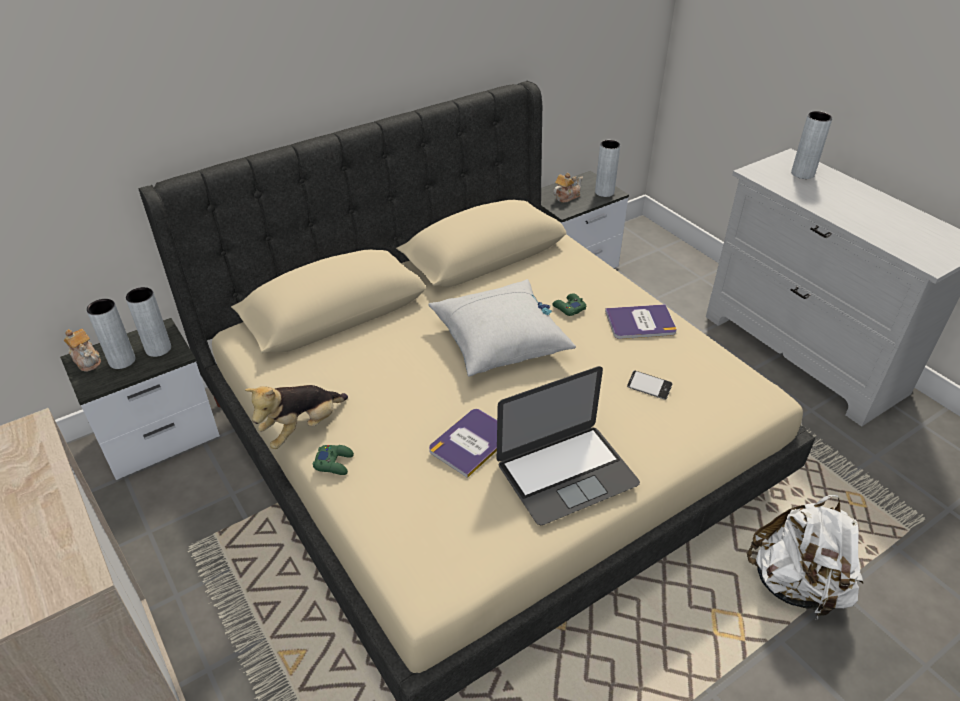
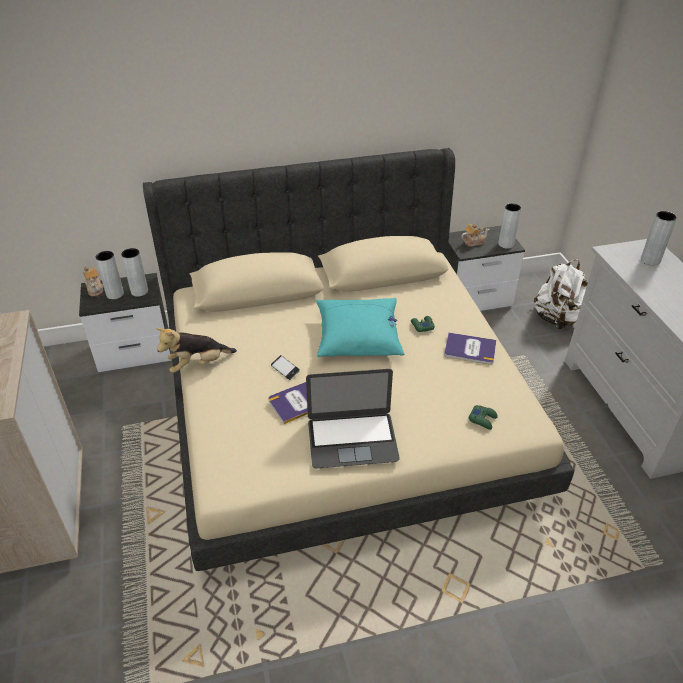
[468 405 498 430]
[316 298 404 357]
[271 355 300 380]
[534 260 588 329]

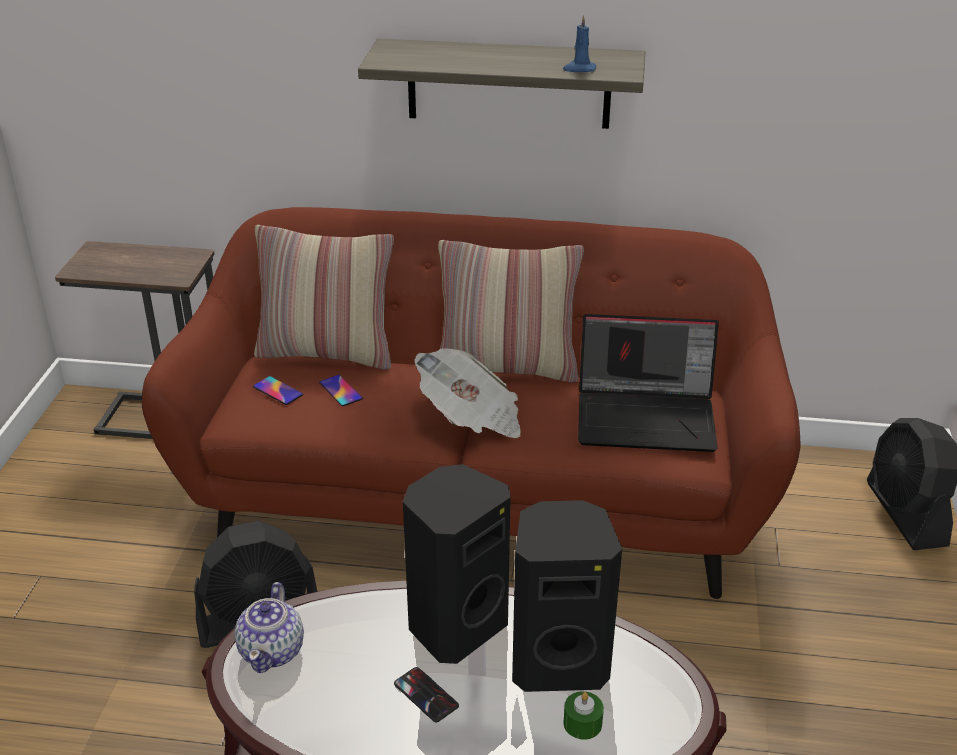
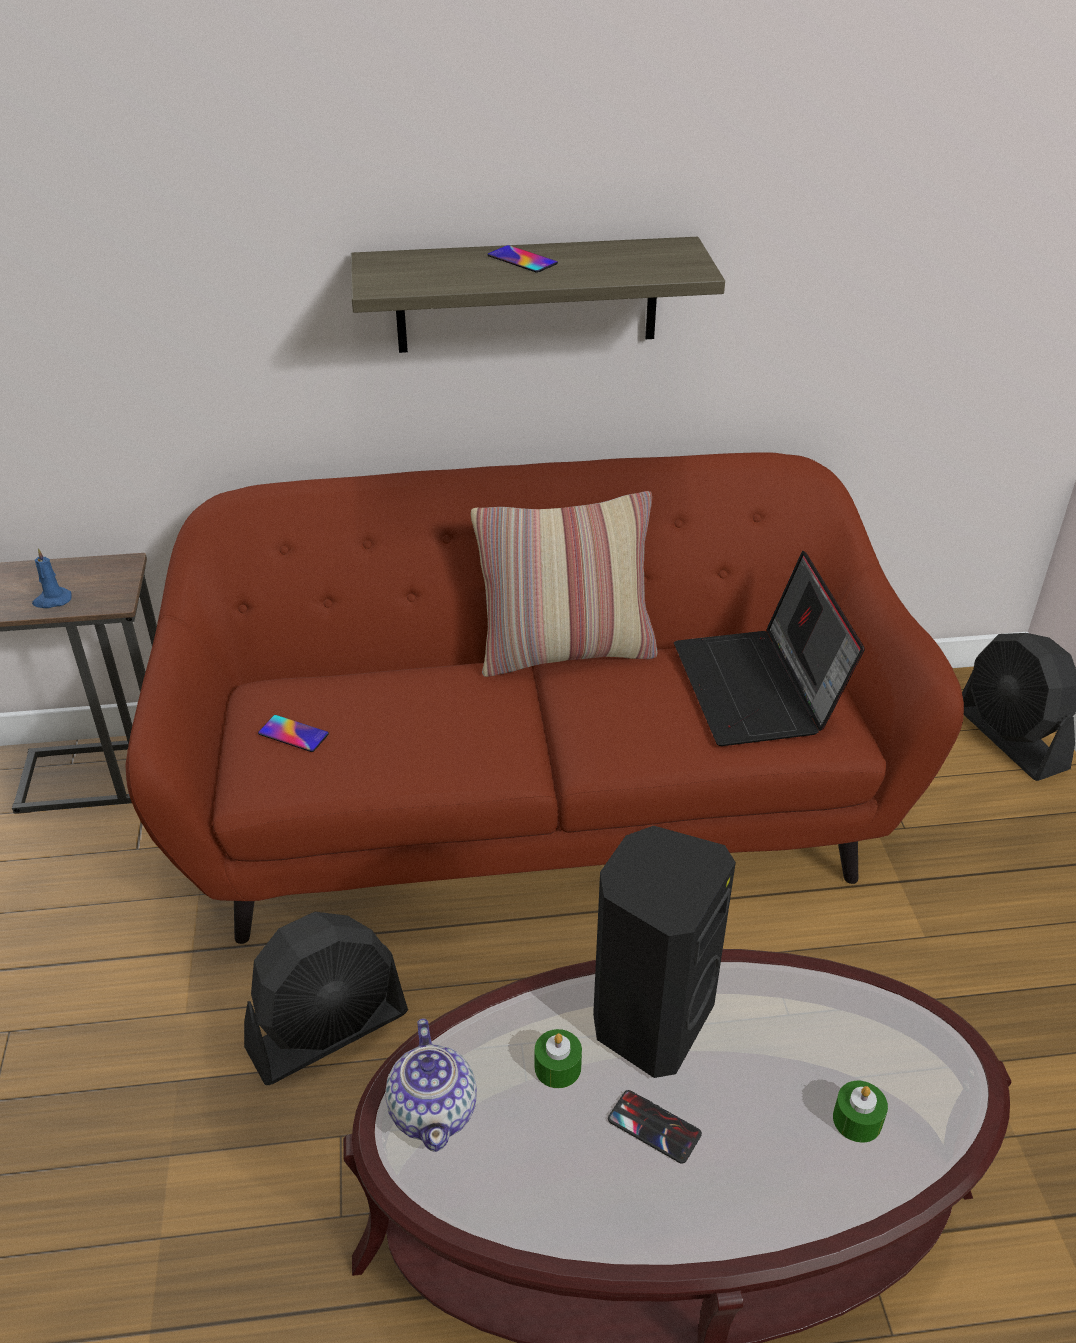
[254 225 394 370] (first image)
[487 245 558 273]
[414 348 521 438] (first image)
[512 500 622 692] (first image)
[32 548 72 608]
[674 551 865 746]
[535 1029 582 1088]

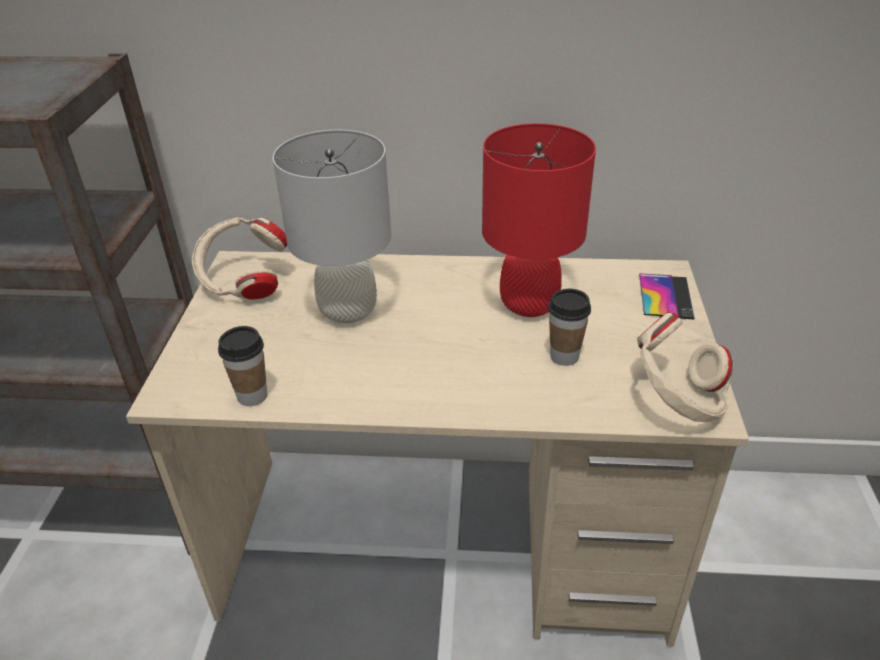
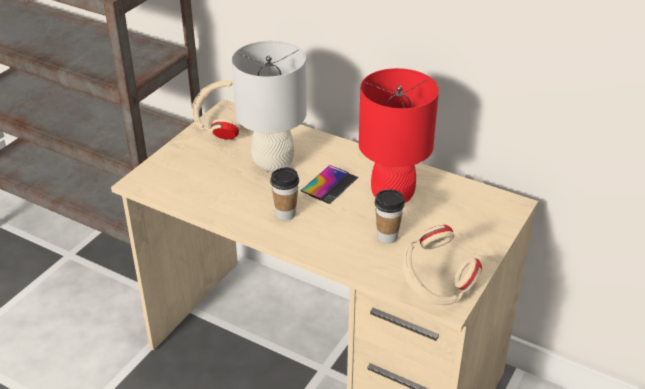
[270 167 299 220]
[301 165 358 204]

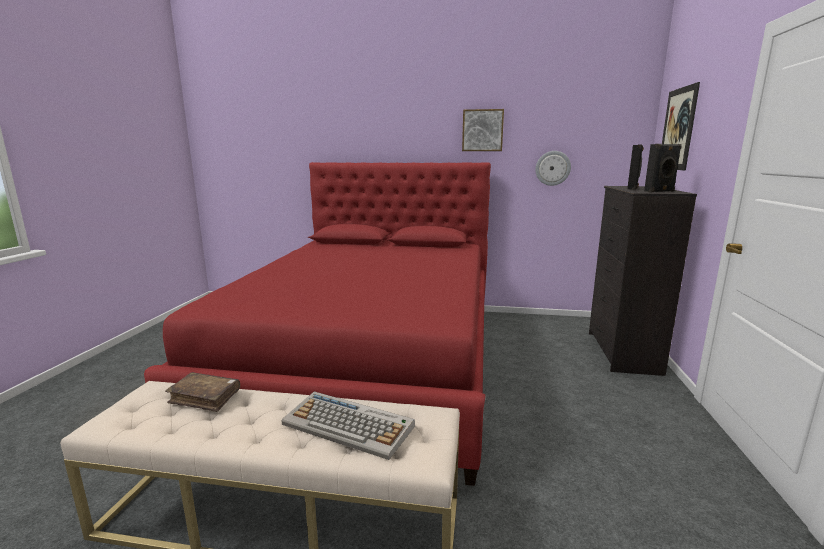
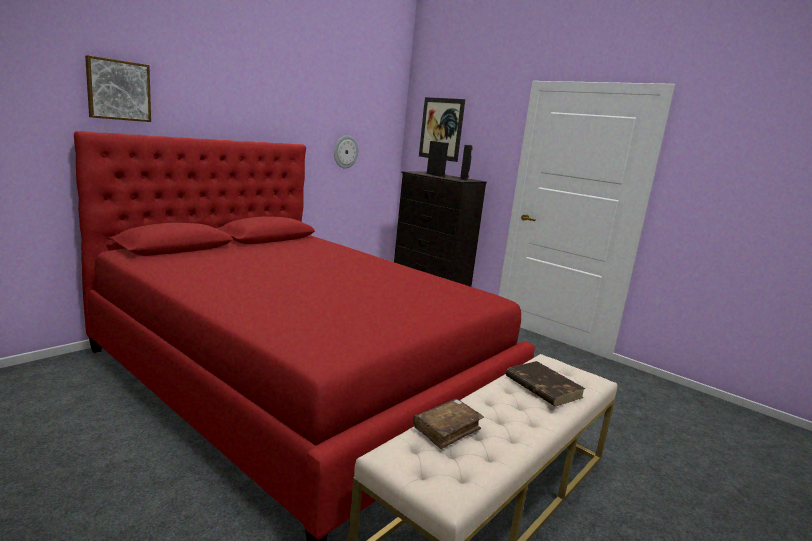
[506 361 586 406]
[85 55 151 122]

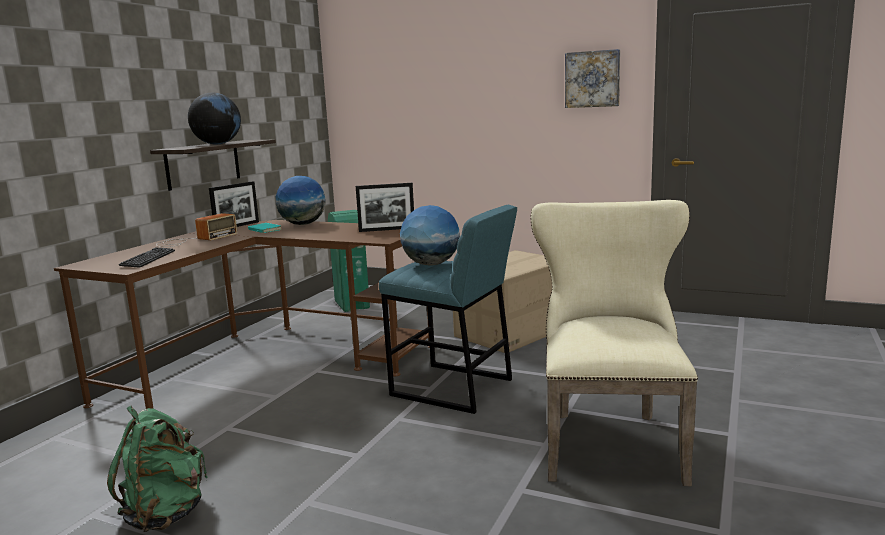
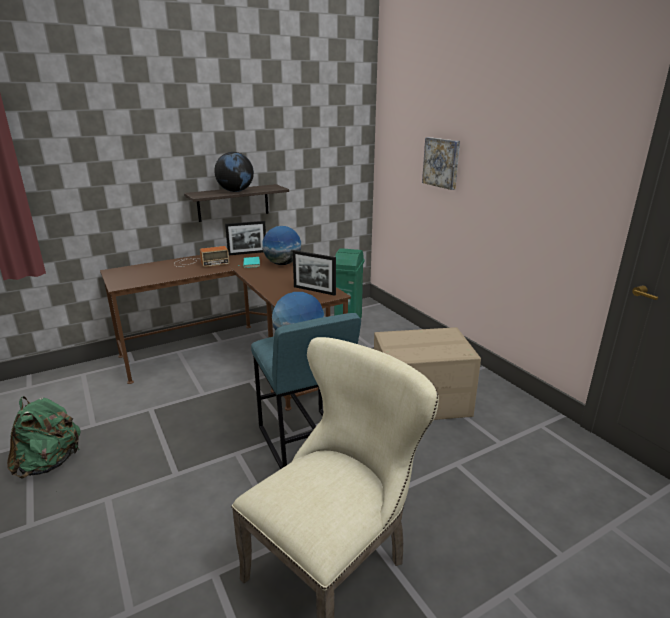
[119 247 175 268] (first image)
[422 137 460 190]

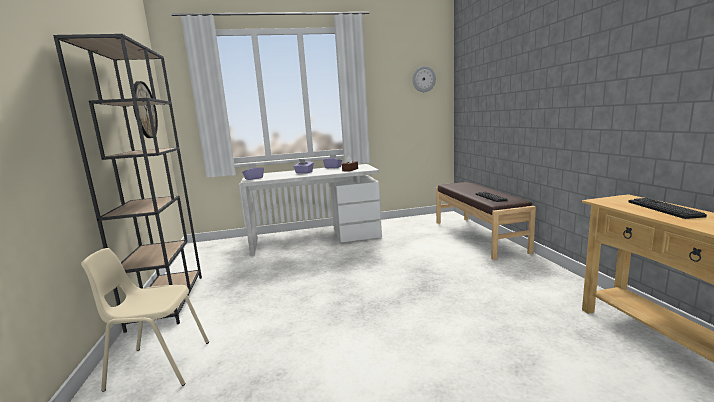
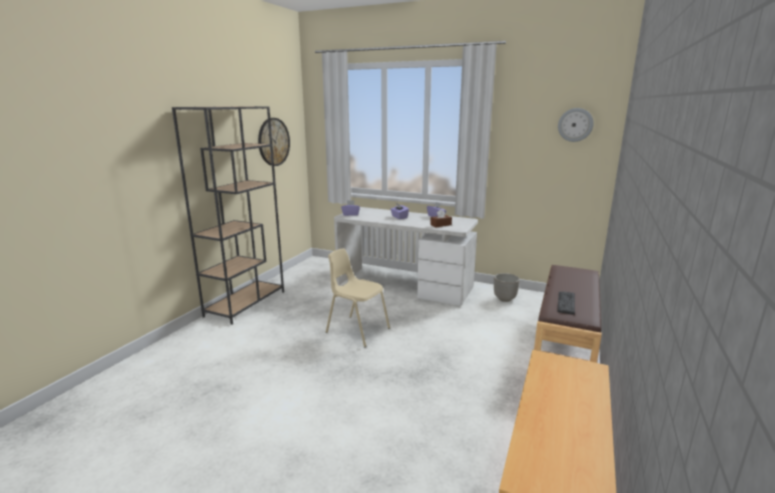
[326 248 390 347]
[628 198 707 219] (first image)
[494 273 520 302]

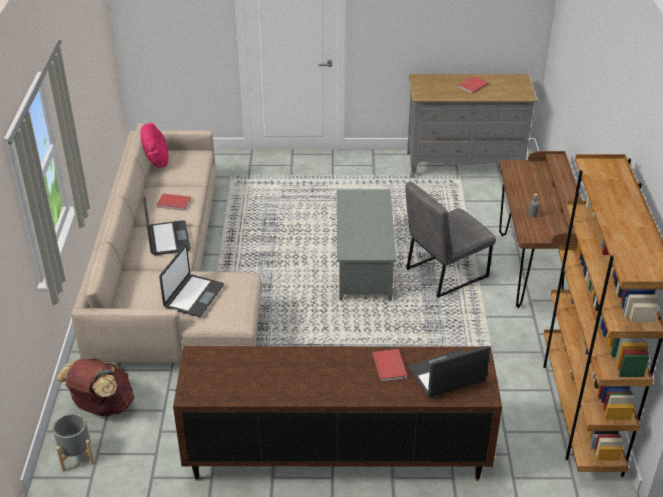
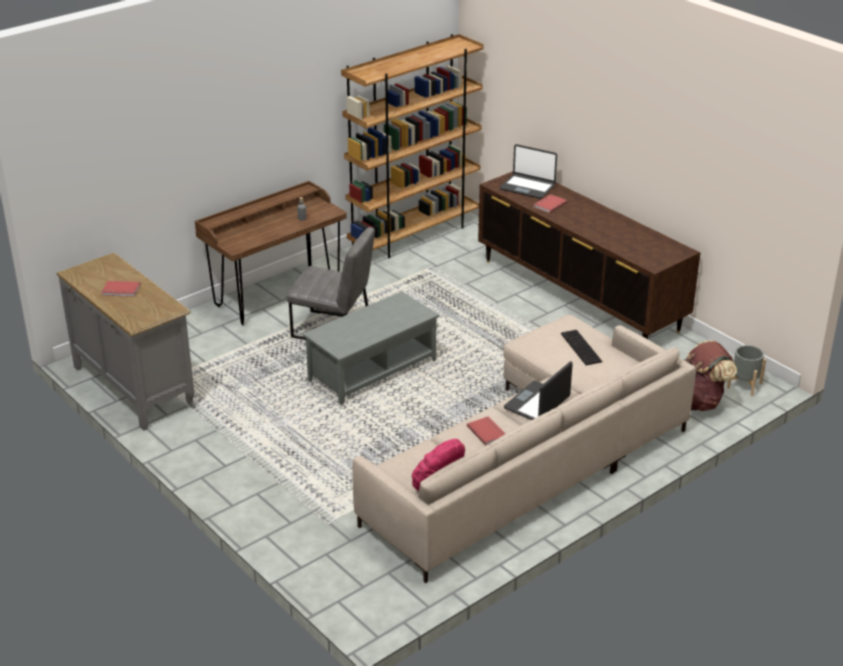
[561 330 603 365]

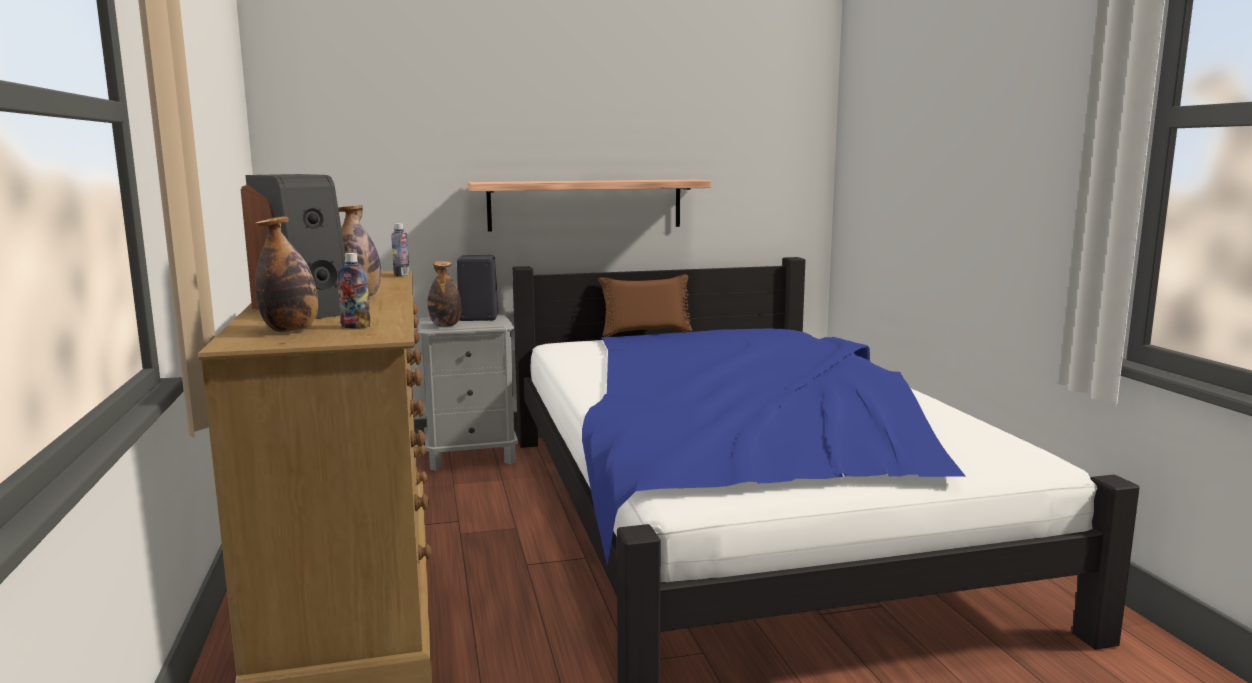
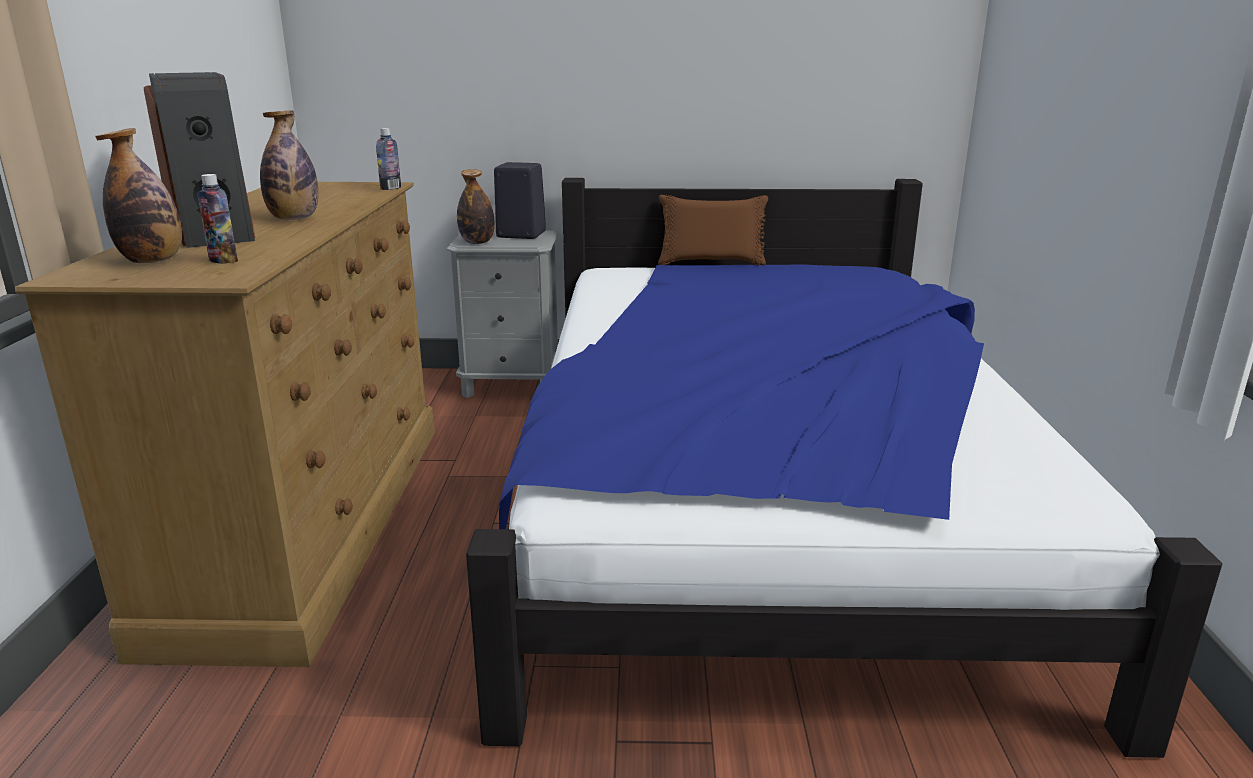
[467 179 711 231] (first image)

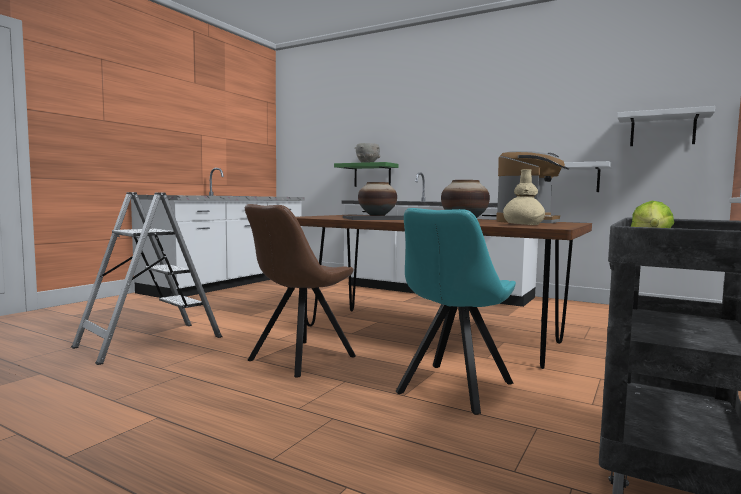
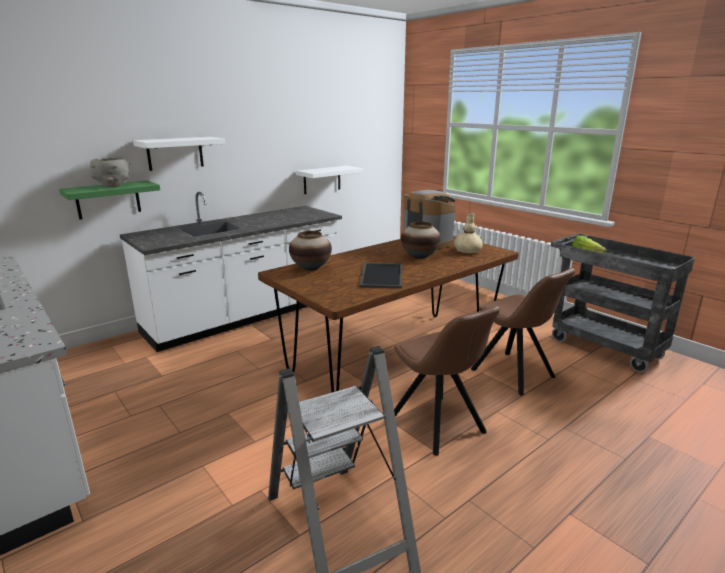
[471 268 575 396]
[133 137 225 171]

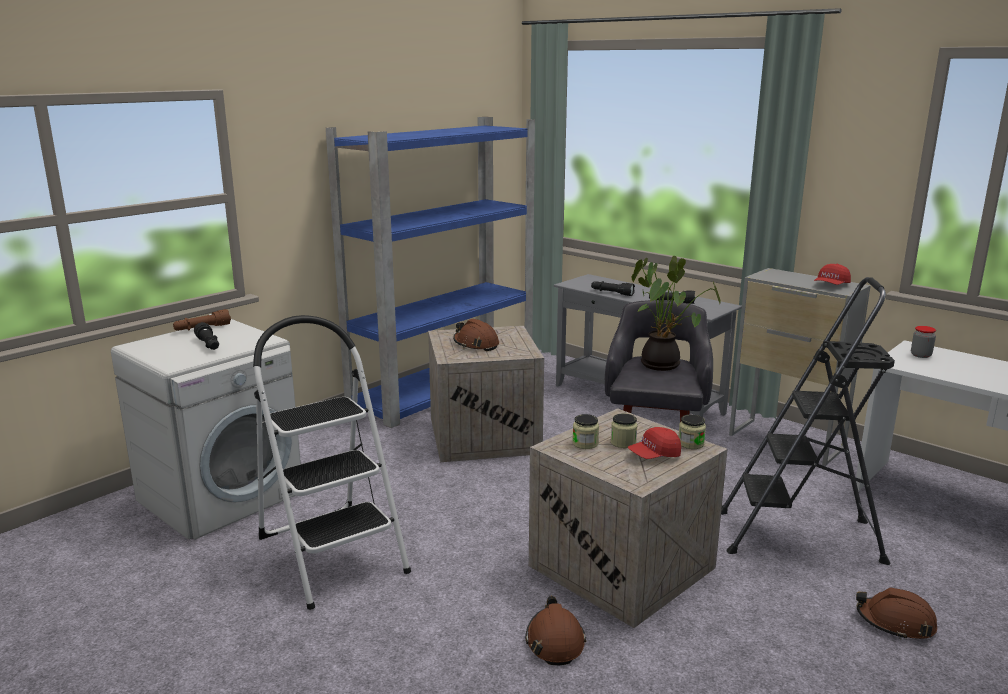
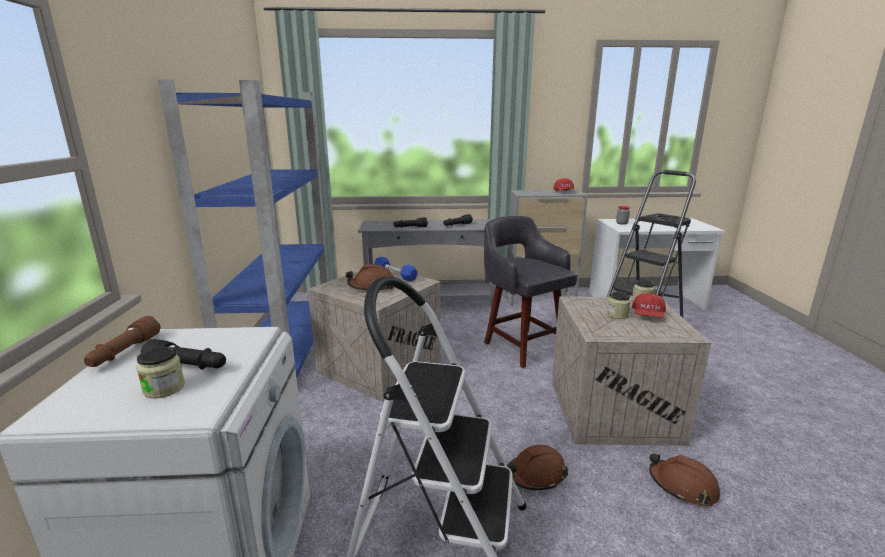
[137 346 185 398]
[632 256 721 371] (first image)
[507 445 568 490]
[374 257 418 282]

